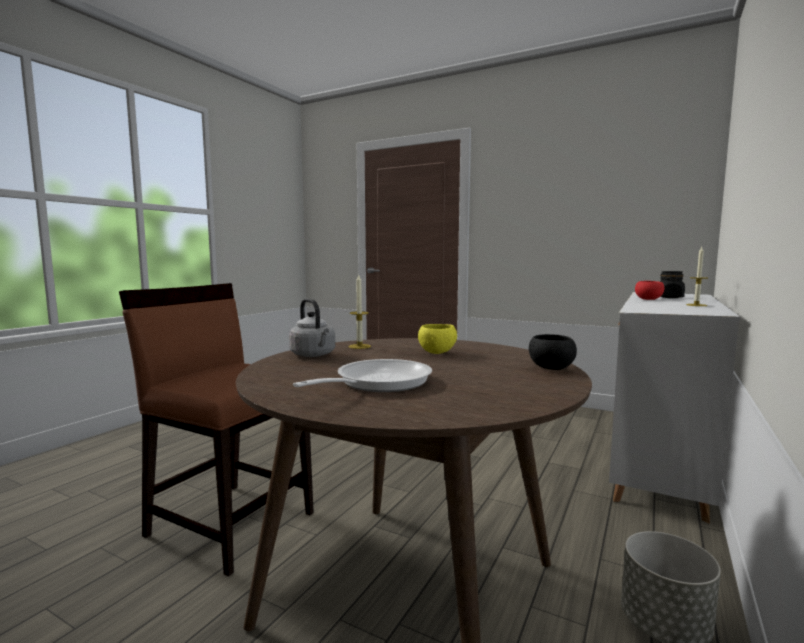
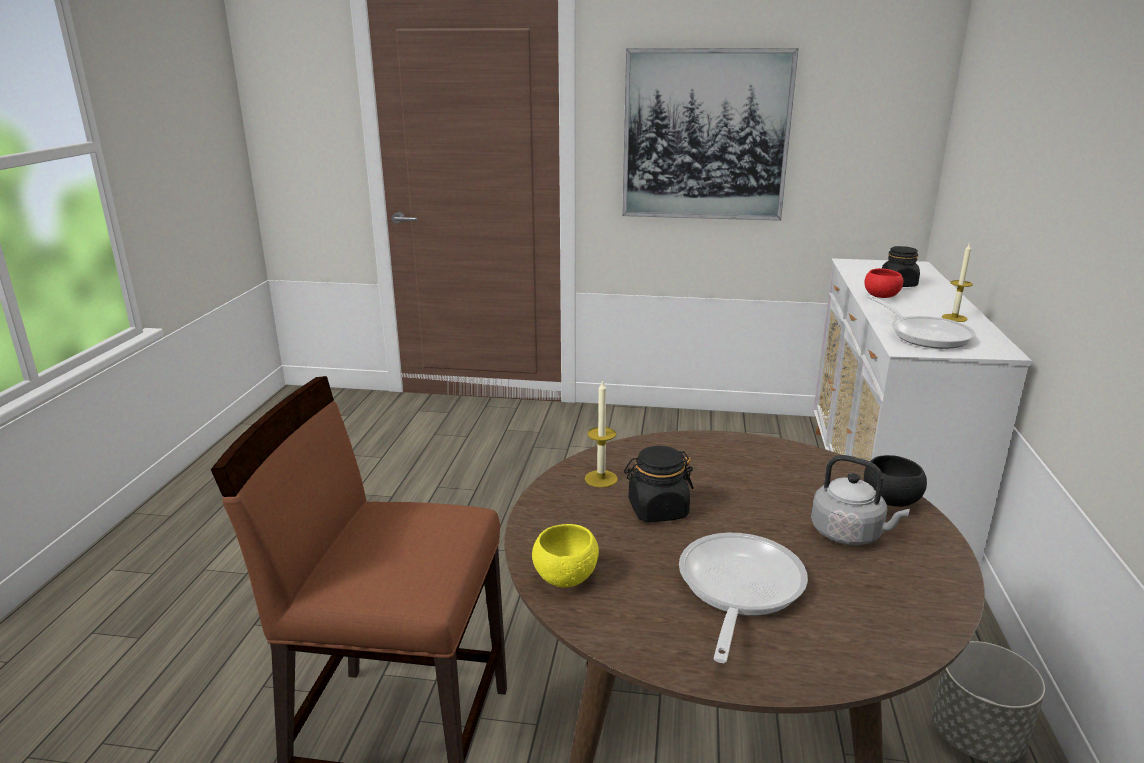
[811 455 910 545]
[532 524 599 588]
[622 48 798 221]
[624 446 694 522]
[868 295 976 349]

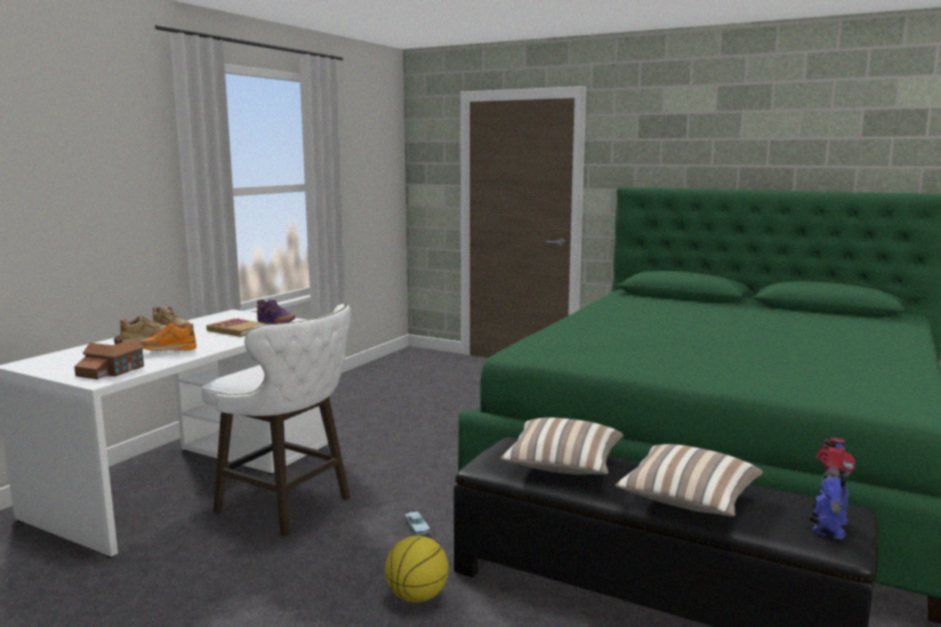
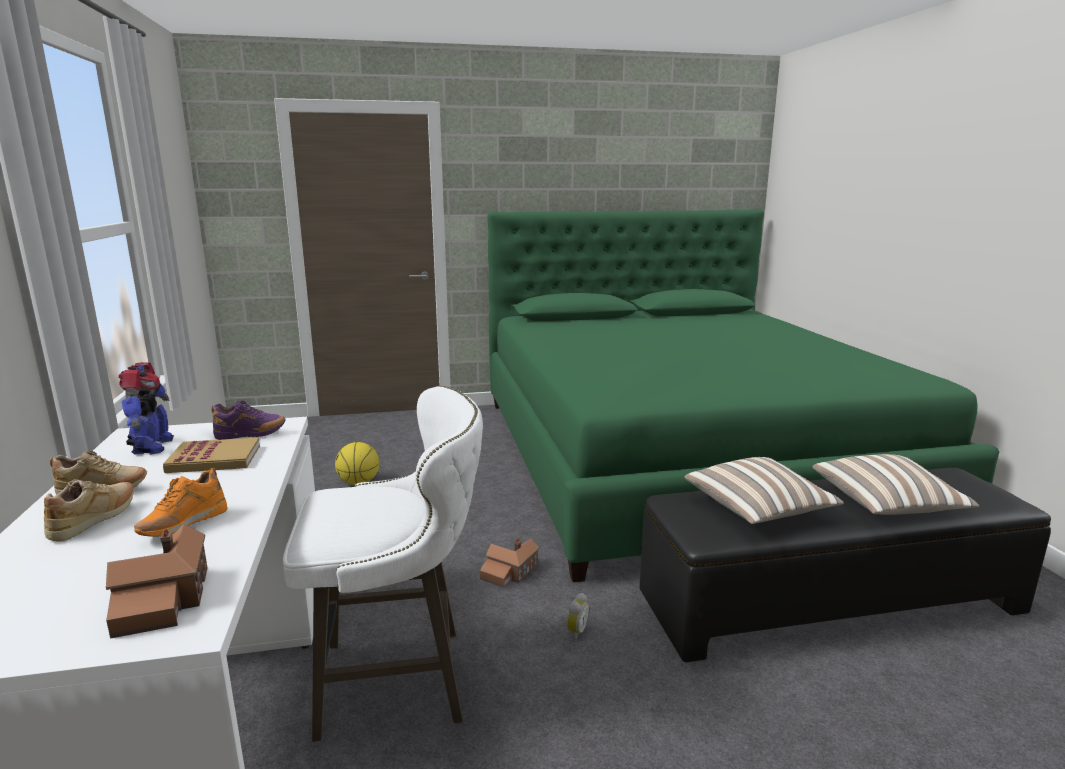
[335 442 379 485]
[566 593 590 641]
[118 362 174 455]
[480 538 539 588]

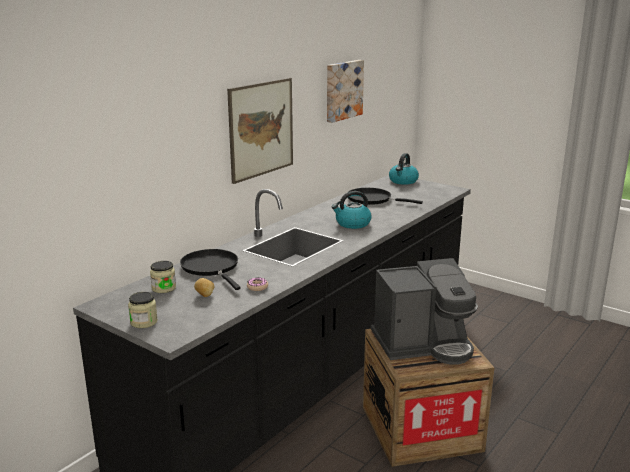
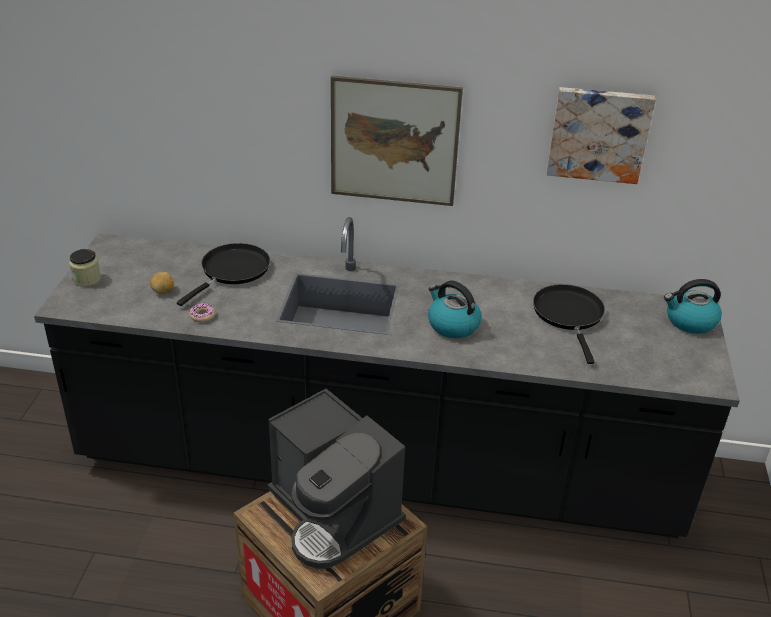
[150 261 176 293] (first image)

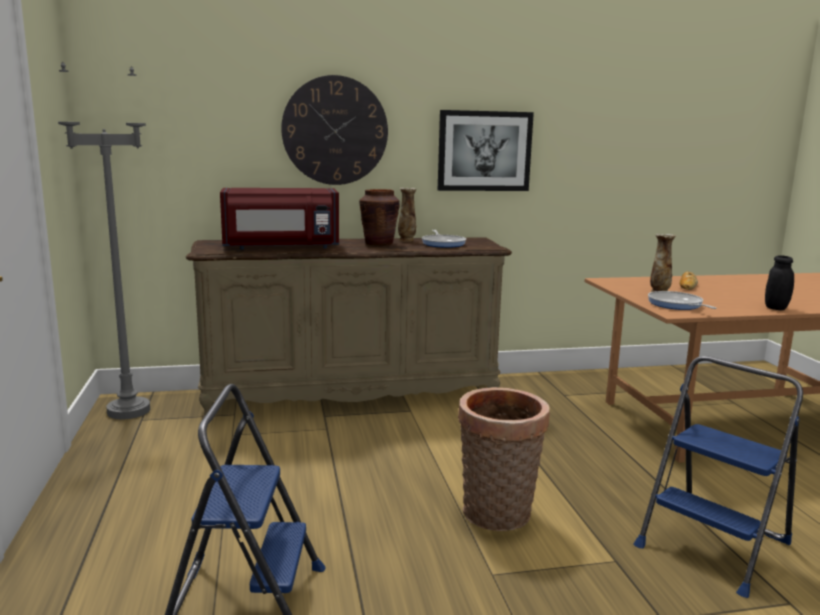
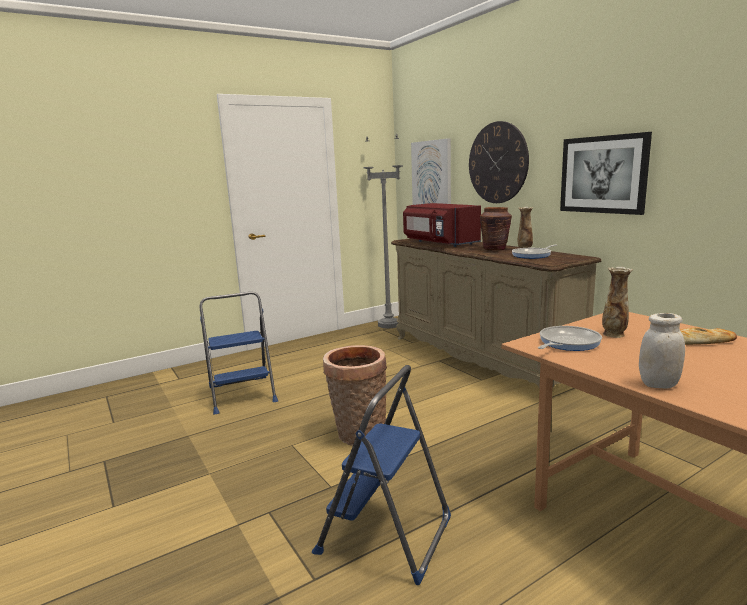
[639 313 685 389]
[411 138 451 205]

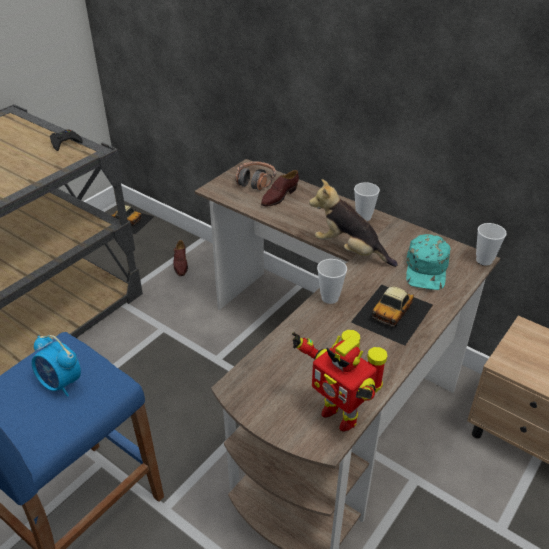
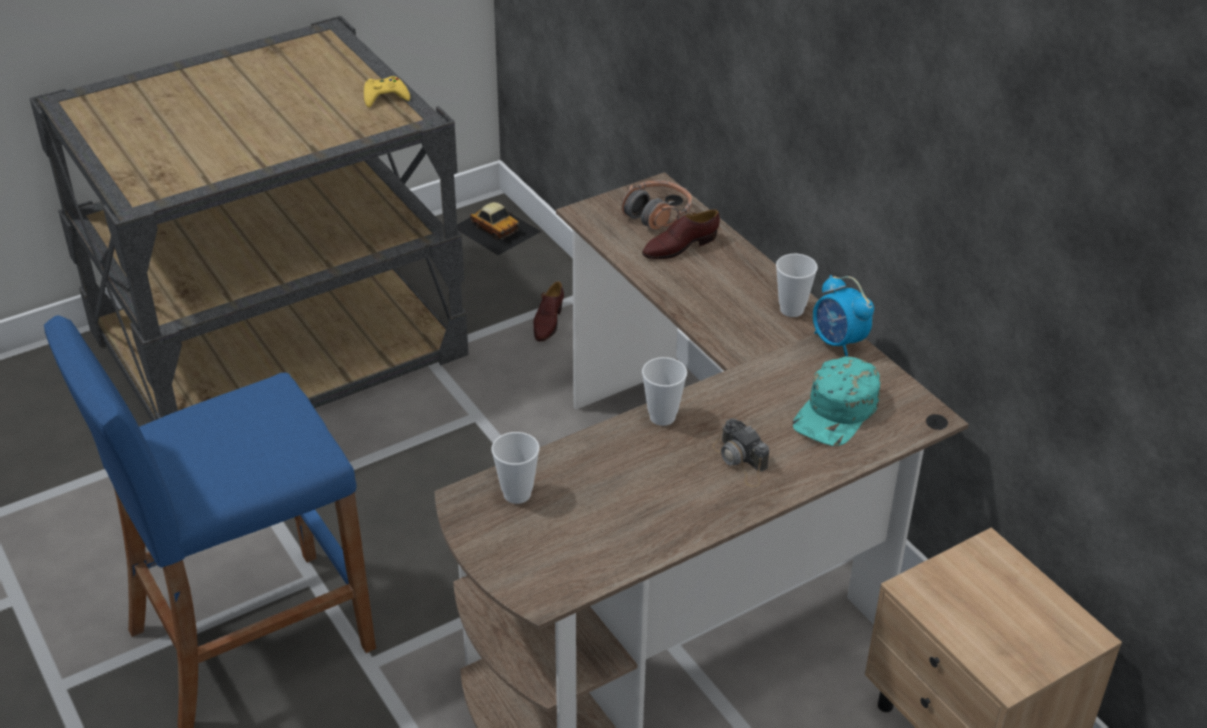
[813 275 874 356]
[364 76 410 108]
[292 330 387 432] (first image)
[309 179 398 267] (first image)
[712 418 769 487]
[492 432 540 504]

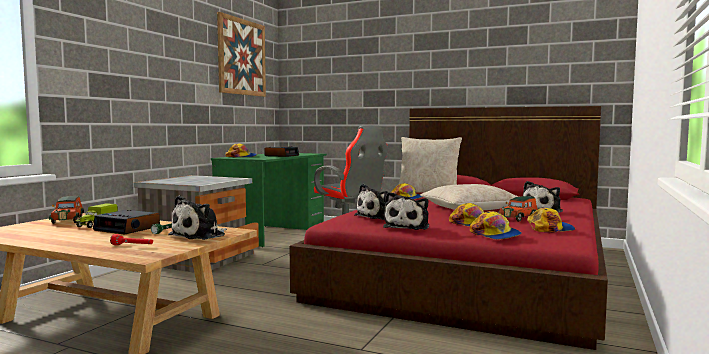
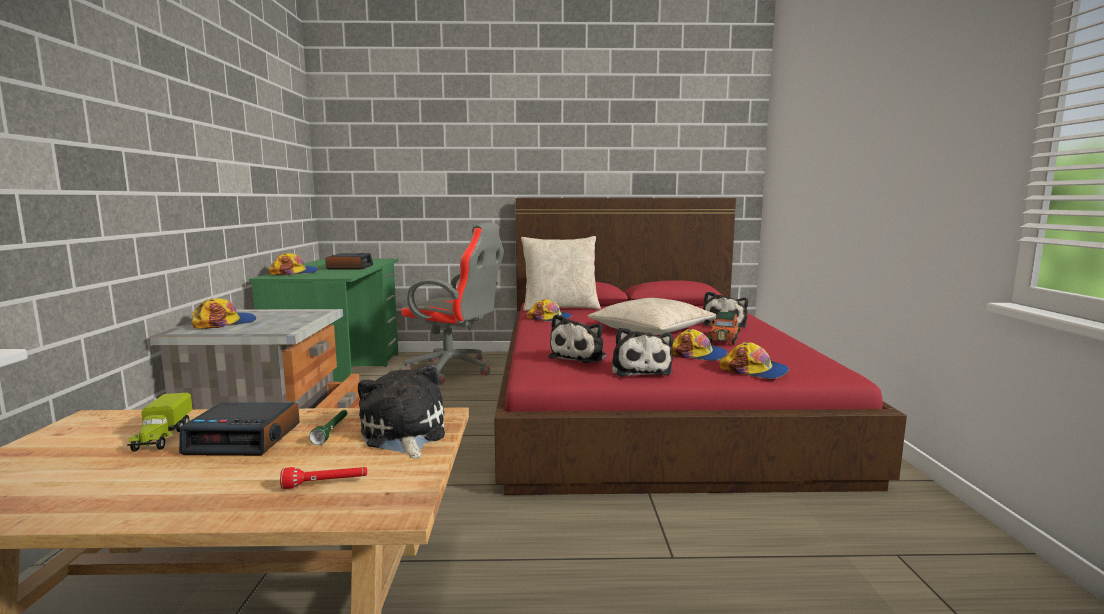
[49 196 84 224] (first image)
[358 365 445 459]
[217 12 266 97] (first image)
[191 298 256 329]

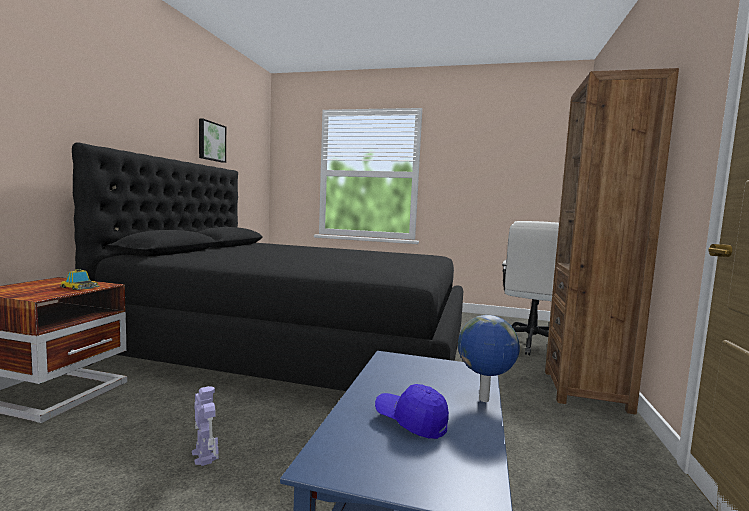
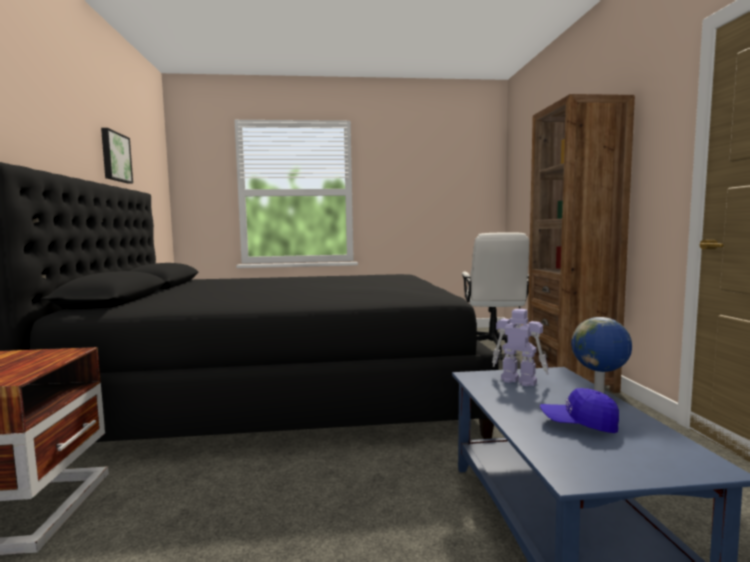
[60 269 100 290] (first image)
[492 309 549 386]

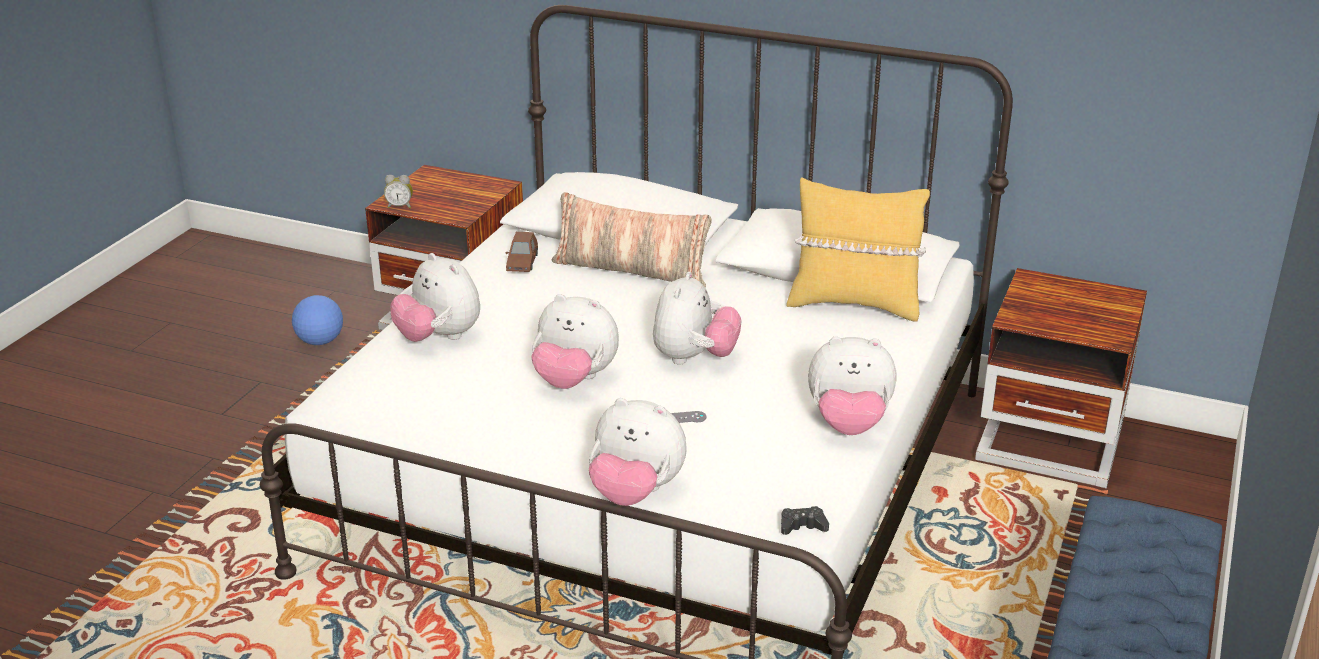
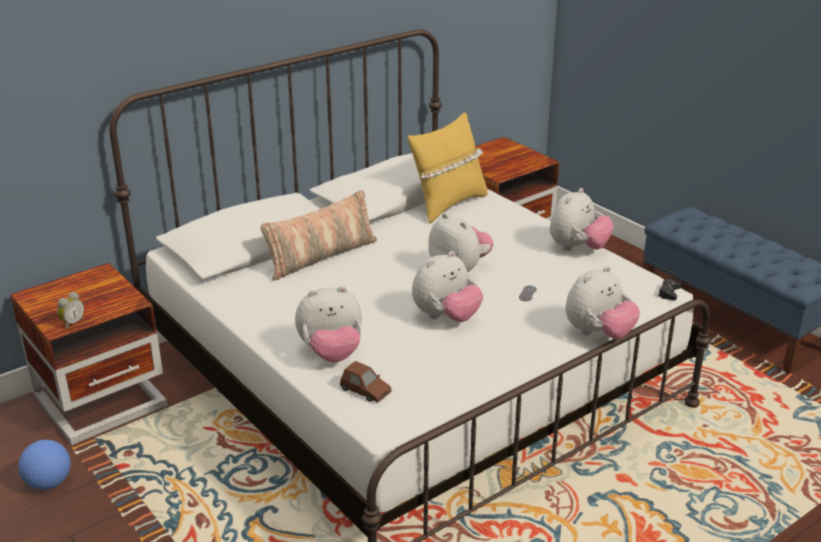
[340 361 392 402]

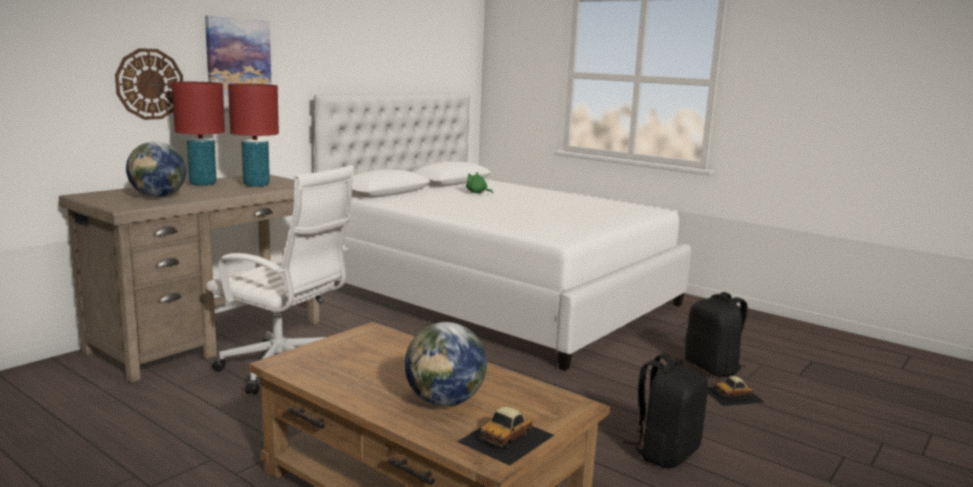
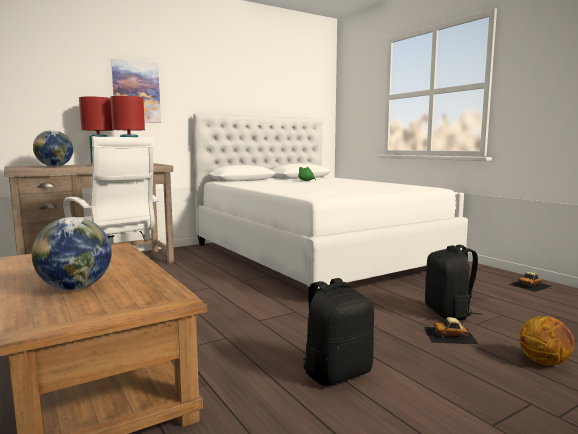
[115 48 183 120] (first image)
[508 272 552 292]
[519 316 574 365]

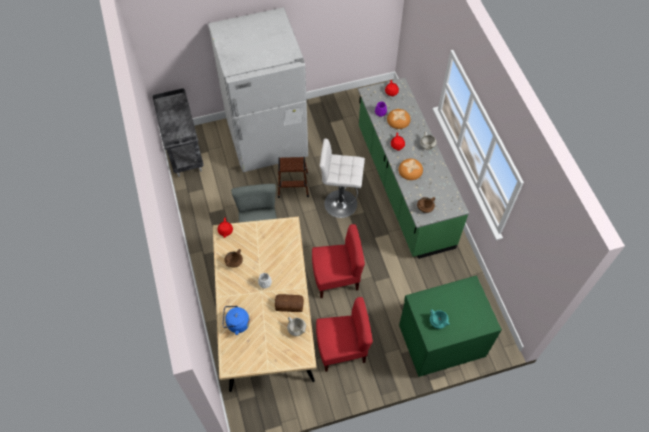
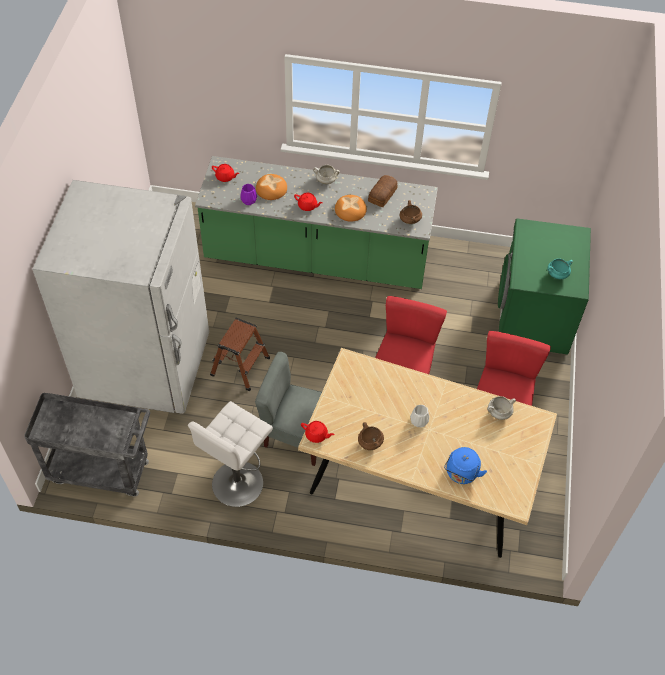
[368 175 398 207]
[188 401 273 507]

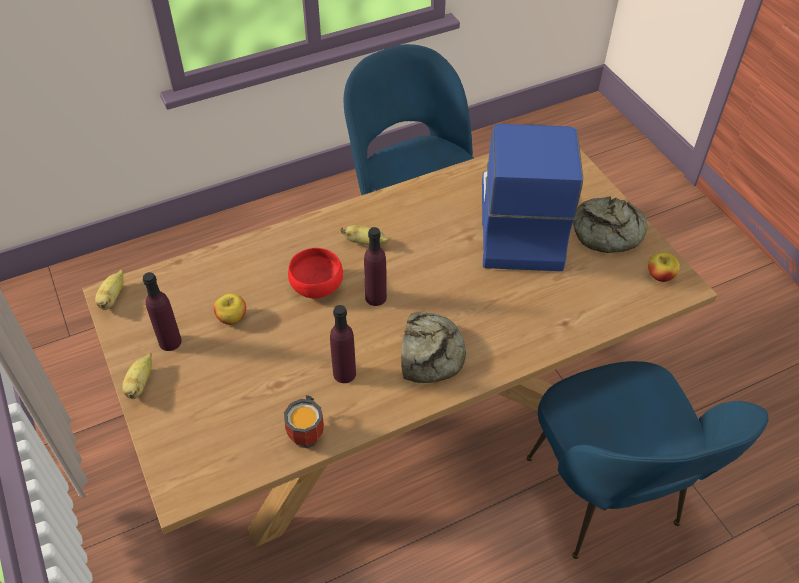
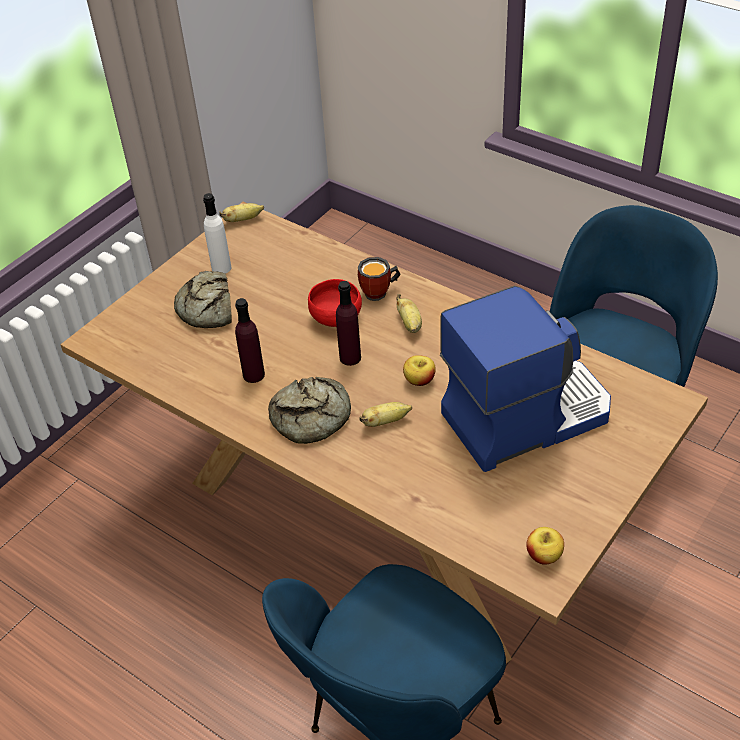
[359 402 412 427]
[203 193 231 274]
[403 355 436 386]
[358 257 401 301]
[174 271 232 328]

